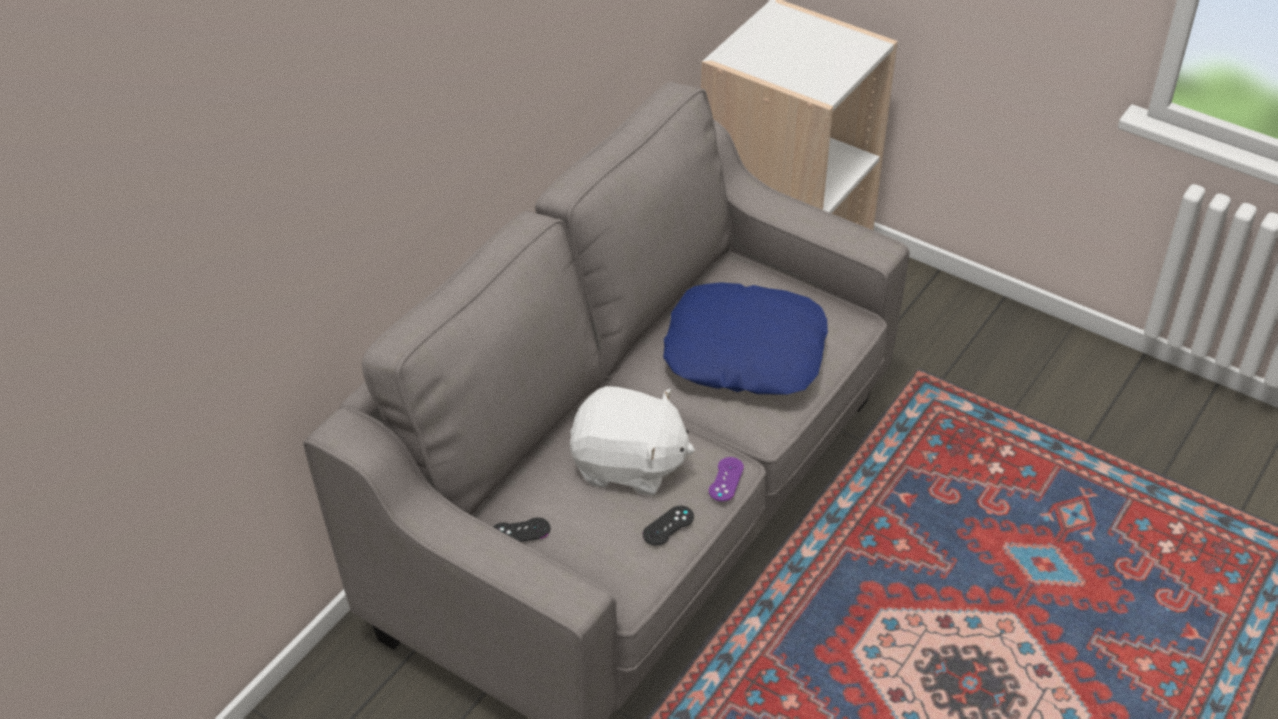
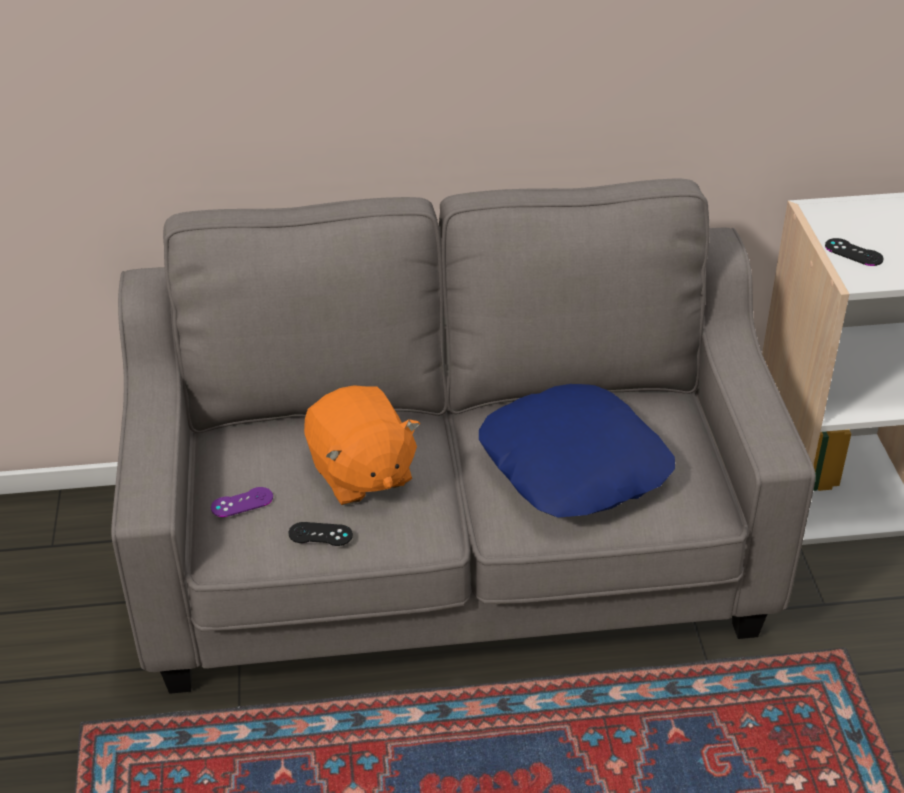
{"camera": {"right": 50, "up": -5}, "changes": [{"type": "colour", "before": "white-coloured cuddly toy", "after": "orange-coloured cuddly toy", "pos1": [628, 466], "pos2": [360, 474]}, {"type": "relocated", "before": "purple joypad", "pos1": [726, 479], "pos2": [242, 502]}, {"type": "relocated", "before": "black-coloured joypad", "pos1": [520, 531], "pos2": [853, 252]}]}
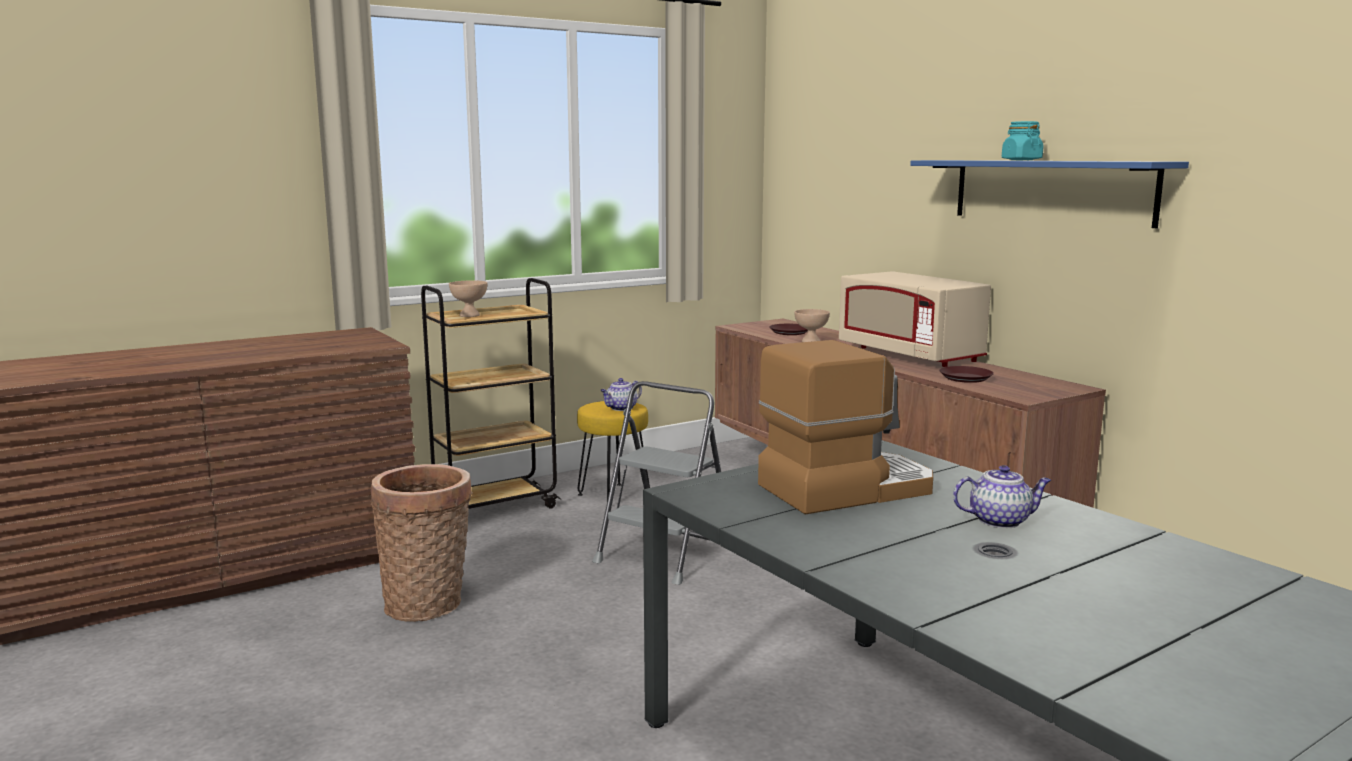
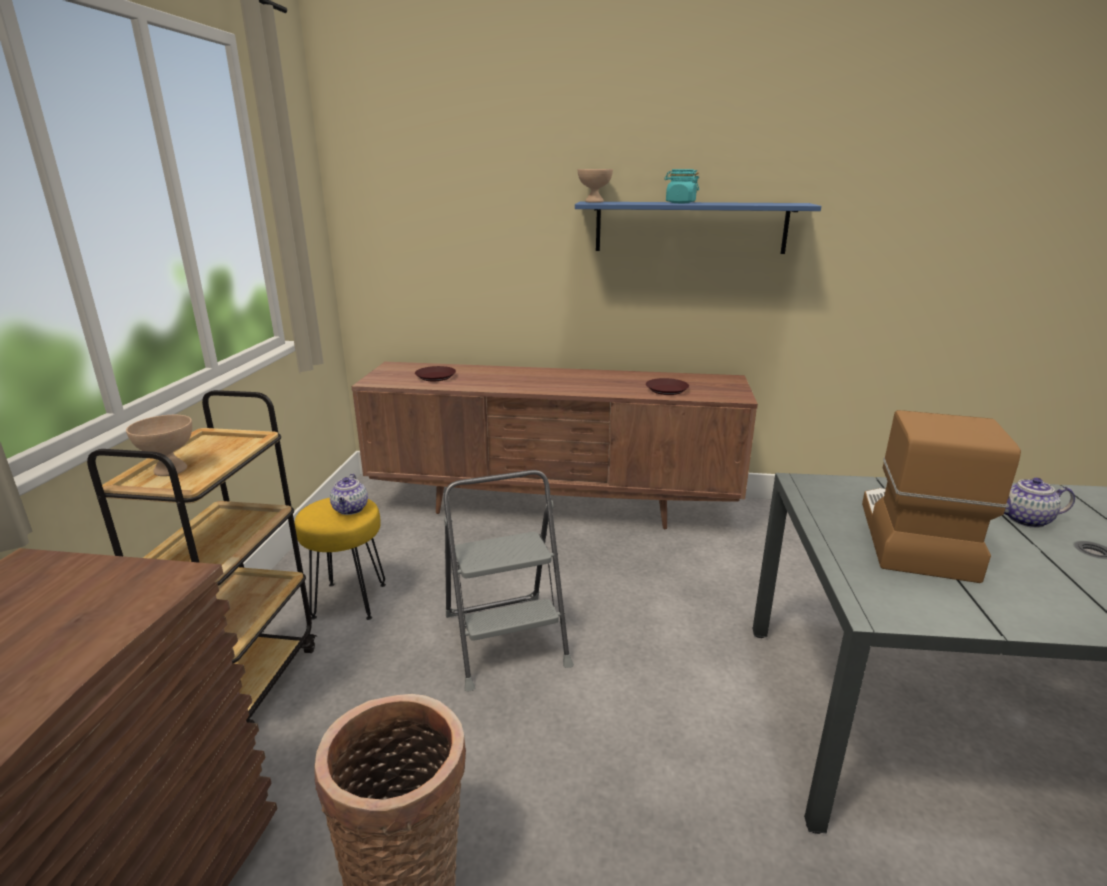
{"camera": {"right": -50, "up": 10}, "changes": [{"type": "missing", "before": "beige-coloured microwave oven", "pos1": [910, 354]}, {"type": "relocated", "before": "beige-coloured deep dish", "pos1": [811, 342], "pos2": [594, 202]}, {"type": "spun", "before": "pot for tea", "pos1": [1000, 521], "pos2": [1024, 520], "turn": -120}]}
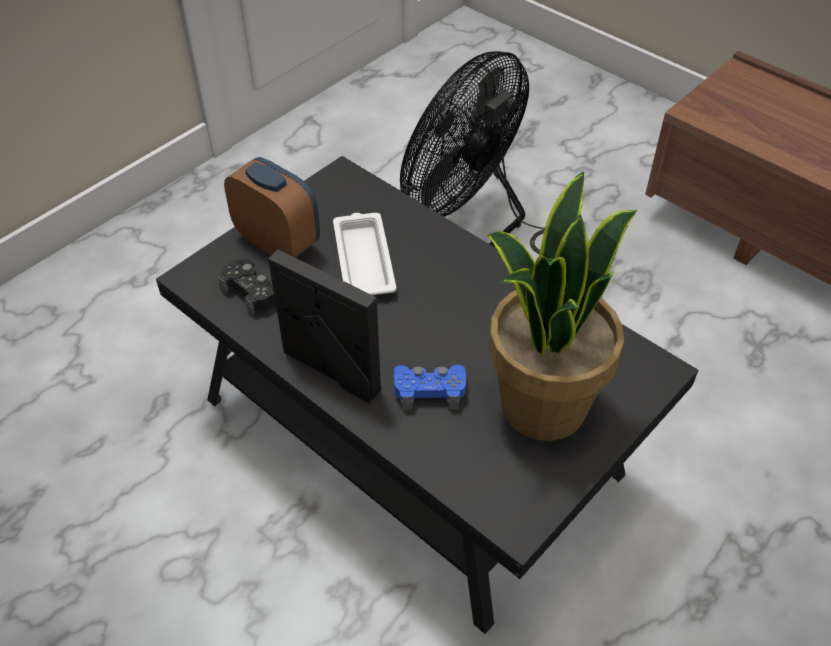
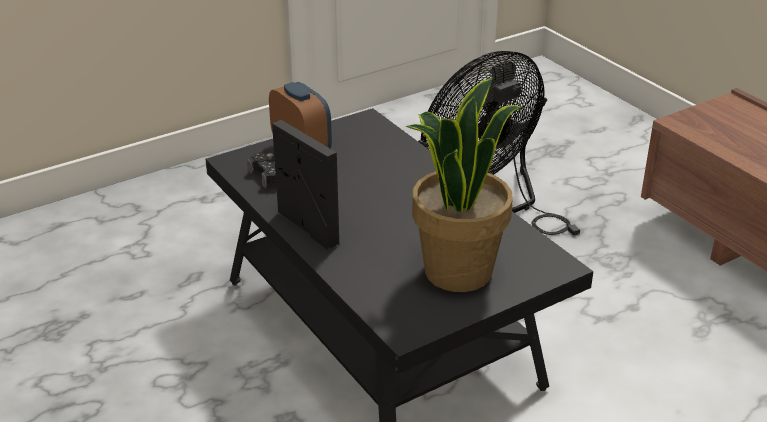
{"camera": {"right": 15, "up": -15}, "changes": [{"type": "missing", "before": "white-coloured carrying tray", "pos1": [363, 259]}, {"type": "missing", "before": "blue joypad", "pos1": [429, 390]}]}
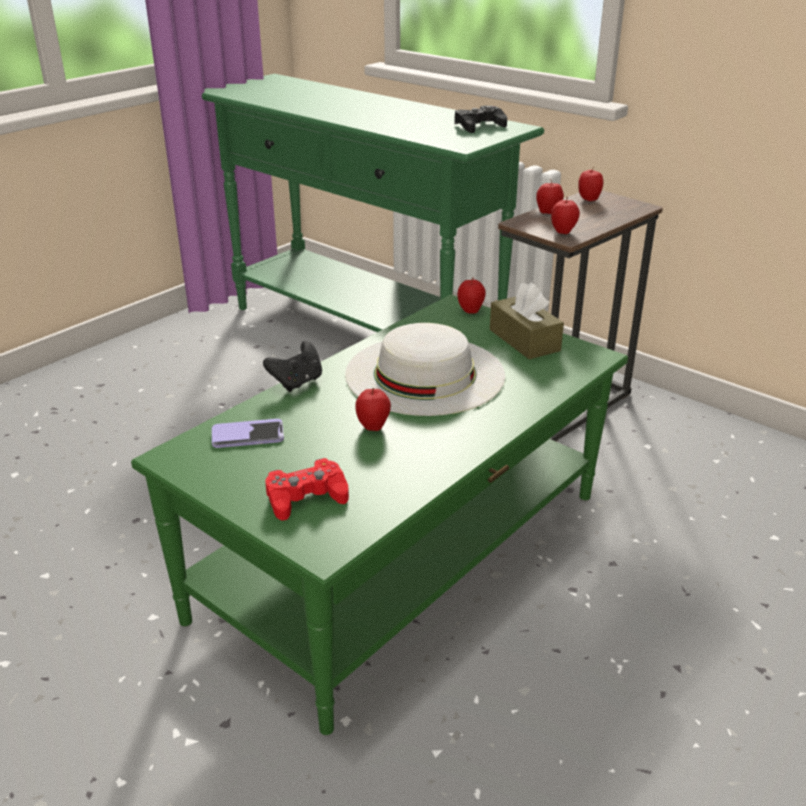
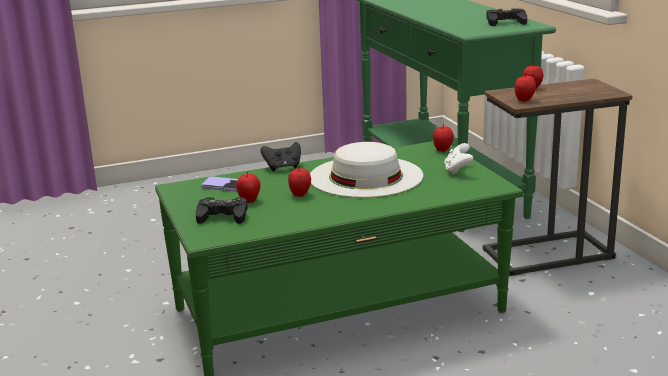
{"camera": {"right": 30, "up": -10}, "changes": [{"type": "relocated", "before": "whole apple", "pos1": [588, 199], "pos2": [249, 200]}, {"type": "exchanged", "before": "brown tissue box", "after": "white-coloured joypad", "pos1": [524, 340], "pos2": [457, 170]}, {"type": "colour", "before": "reddish joypad", "after": "black-coloured joypad", "pos1": [306, 497], "pos2": [223, 217]}]}
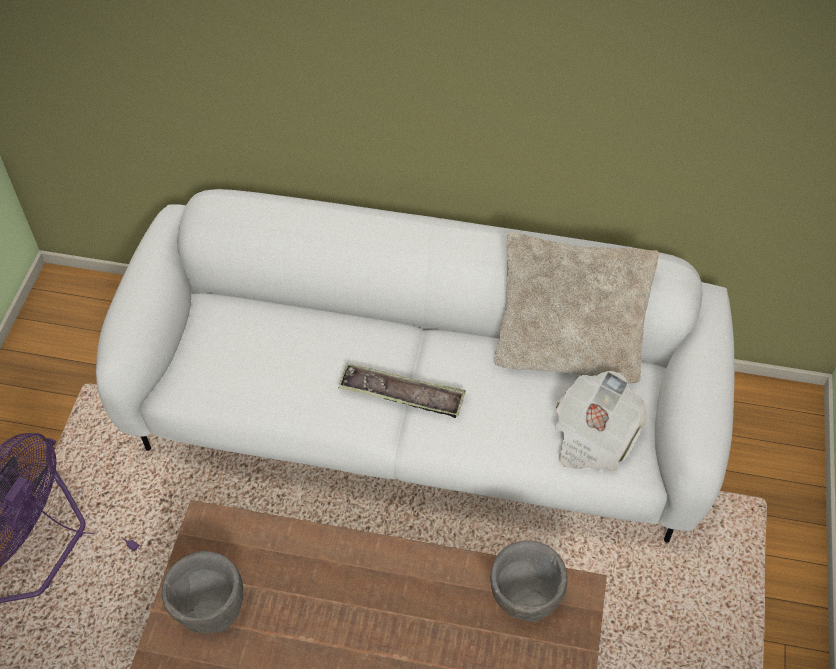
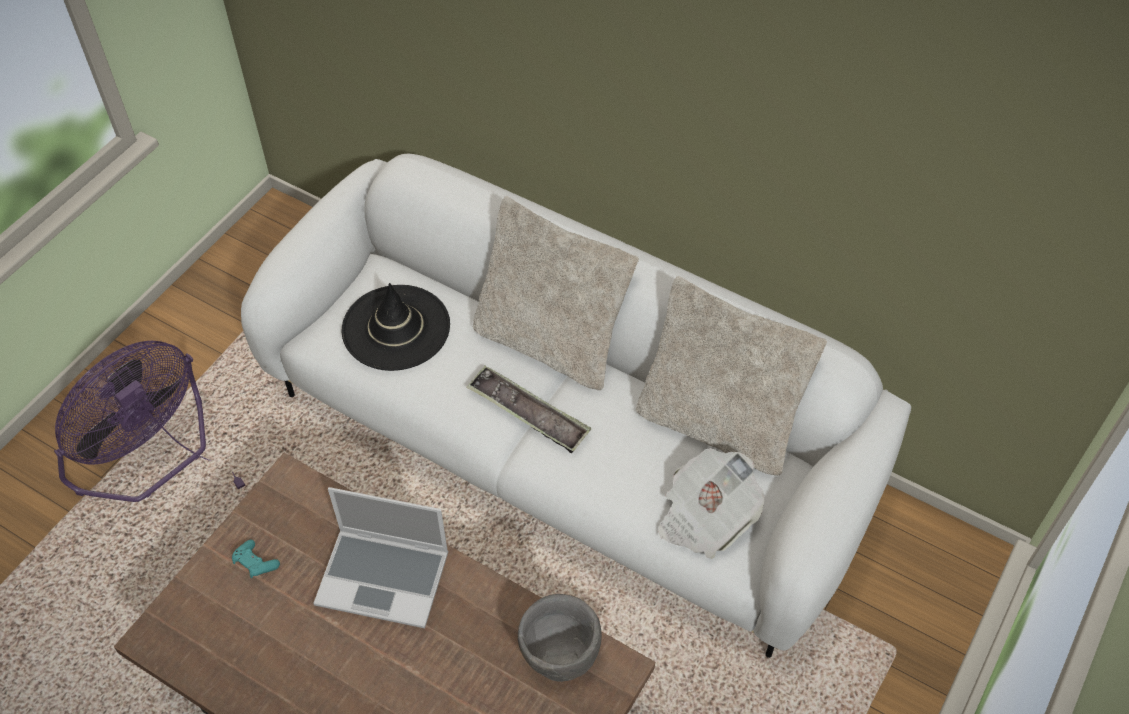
{"camera": {"right": 20, "up": 0}, "changes": [{"type": "exchanged", "before": "greyish deep dish", "after": "turquoise-coloured joypad", "pos1": [210, 611], "pos2": [255, 564]}, {"type": "appeared", "after": "beige-coloured pillow", "pos2": [551, 338]}, {"type": "appeared", "after": "black-coloured wearable hat", "pos2": [396, 328]}, {"type": "appeared", "after": "laptop", "pos2": [385, 577]}]}
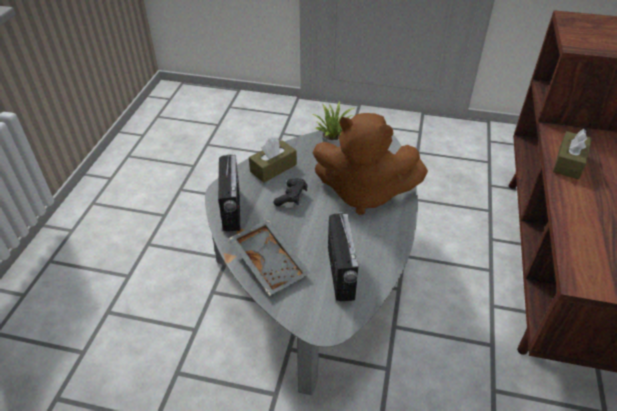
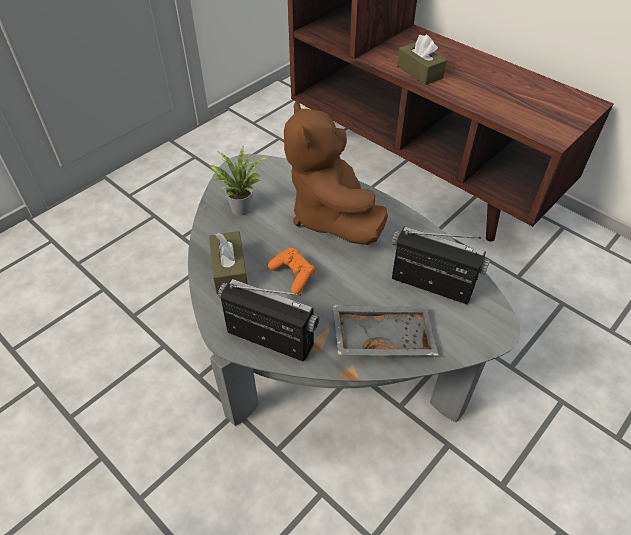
{"camera": {"right": -60, "up": 5}, "changes": [{"type": "spun", "before": "brown cuddly toy", "pos1": [363, 193], "pos2": [331, 216], "turn": 120}, {"type": "colour", "before": "black-coloured joypad", "after": "orange-coloured joypad", "pos1": [291, 197], "pos2": [293, 275]}]}
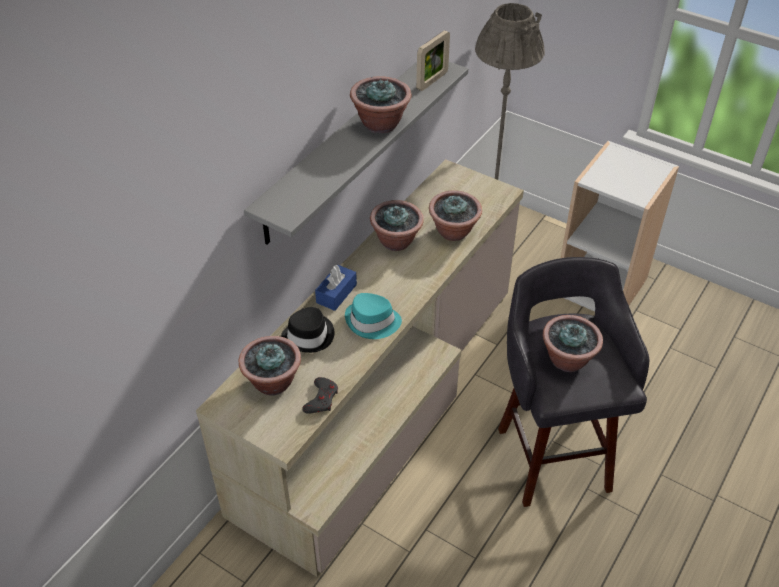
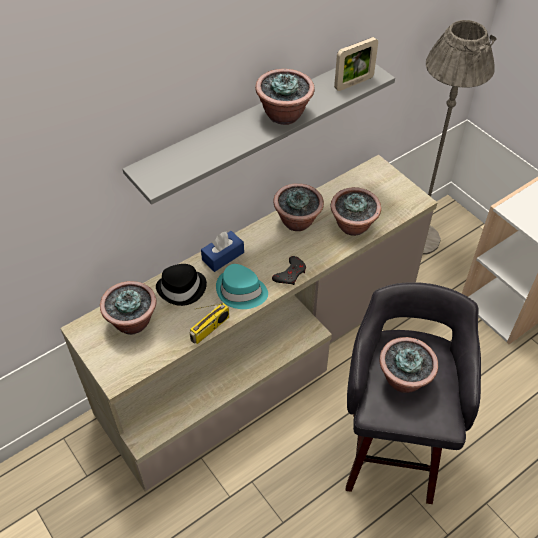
{"camera": {"right": 20, "up": 5}, "changes": [{"type": "relocated", "before": "greyish joypad", "pos1": [321, 399], "pos2": [290, 274]}, {"type": "appeared", "after": "radio", "pos2": [210, 329]}]}
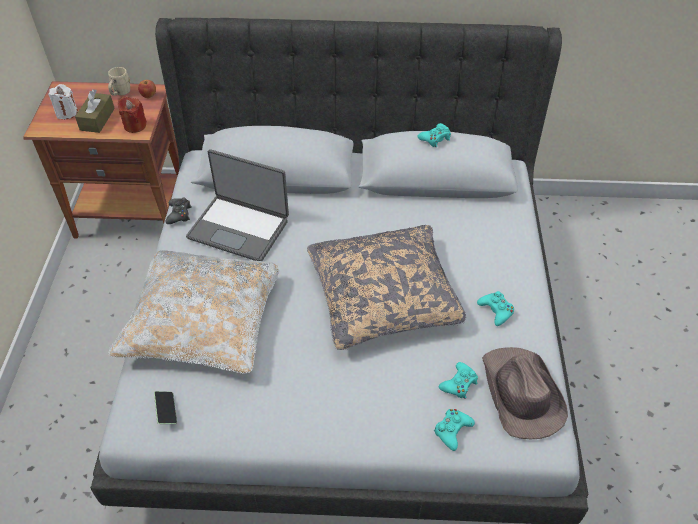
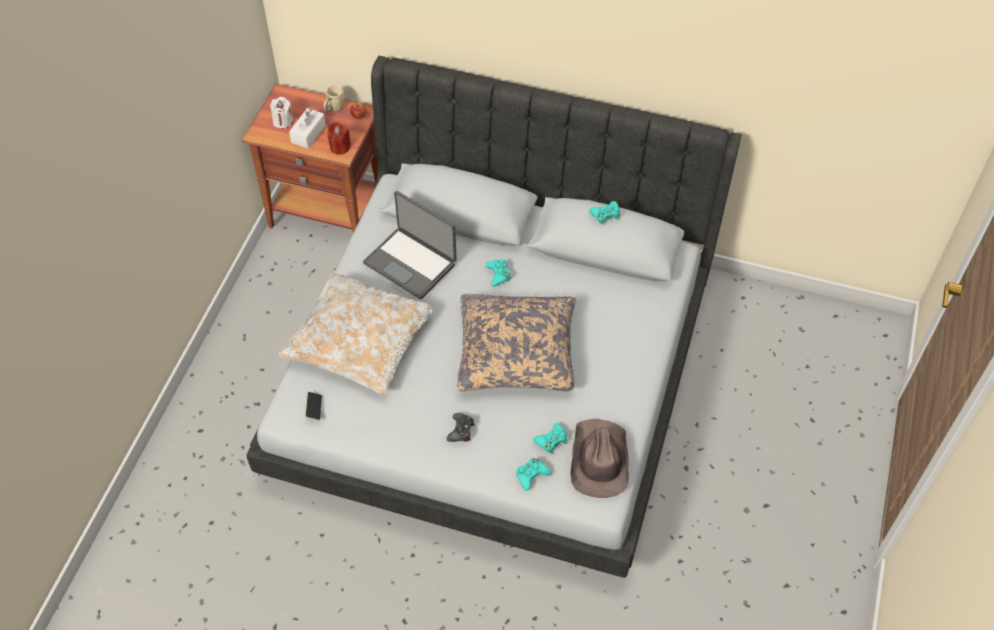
{"camera": {"right": 15, "up": 5}, "changes": [{"type": "colour", "before": "brown tissue box", "after": "white-coloured tissue box", "pos1": [97, 119], "pos2": [308, 134]}, {"type": "relocated", "before": "black-coloured joypad", "pos1": [179, 214], "pos2": [461, 430]}, {"type": "relocated", "before": "turquoise-coloured joypad", "pos1": [496, 311], "pos2": [498, 275]}]}
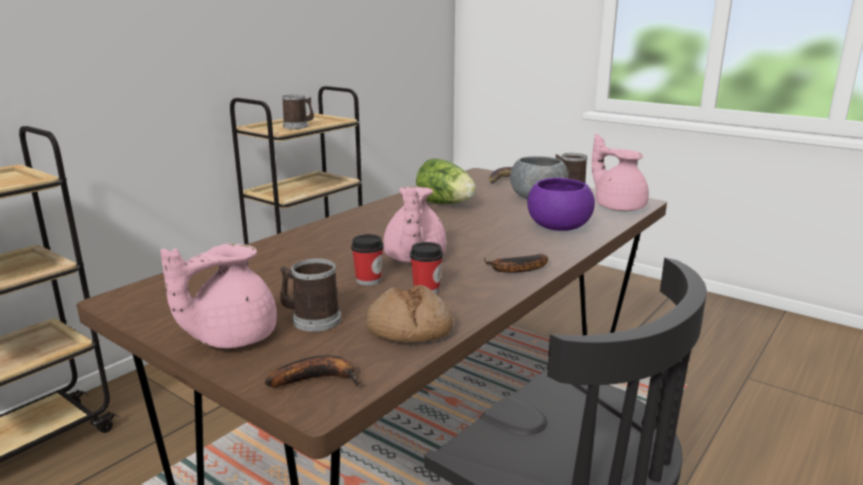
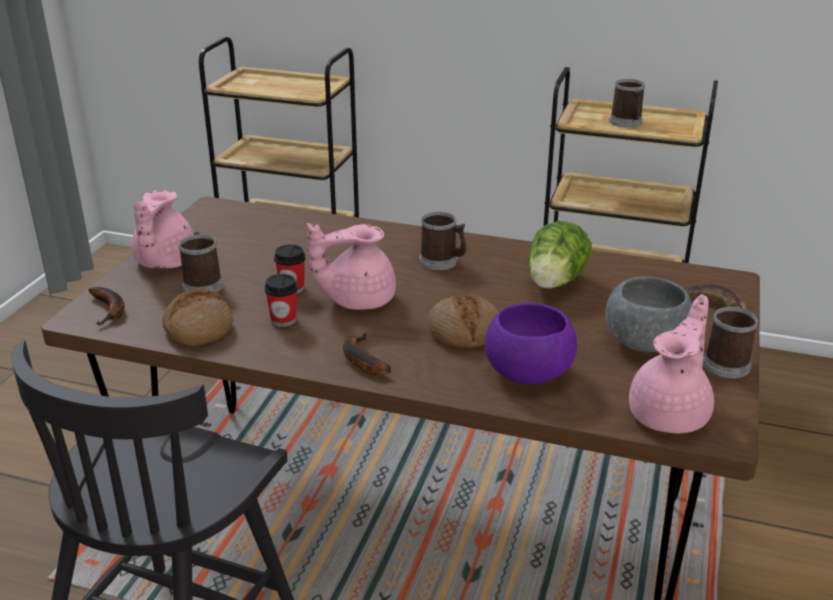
{"camera": {"right": 70, "up": 10}, "changes": [{"type": "spun", "before": "pinkish pot for tea", "pos1": [230, 337], "pos2": [164, 262], "turn": -105}, {"type": "appeared", "after": "tea mug", "pos2": [442, 262]}, {"type": "appeared", "after": "baked bread", "pos2": [465, 332]}]}
